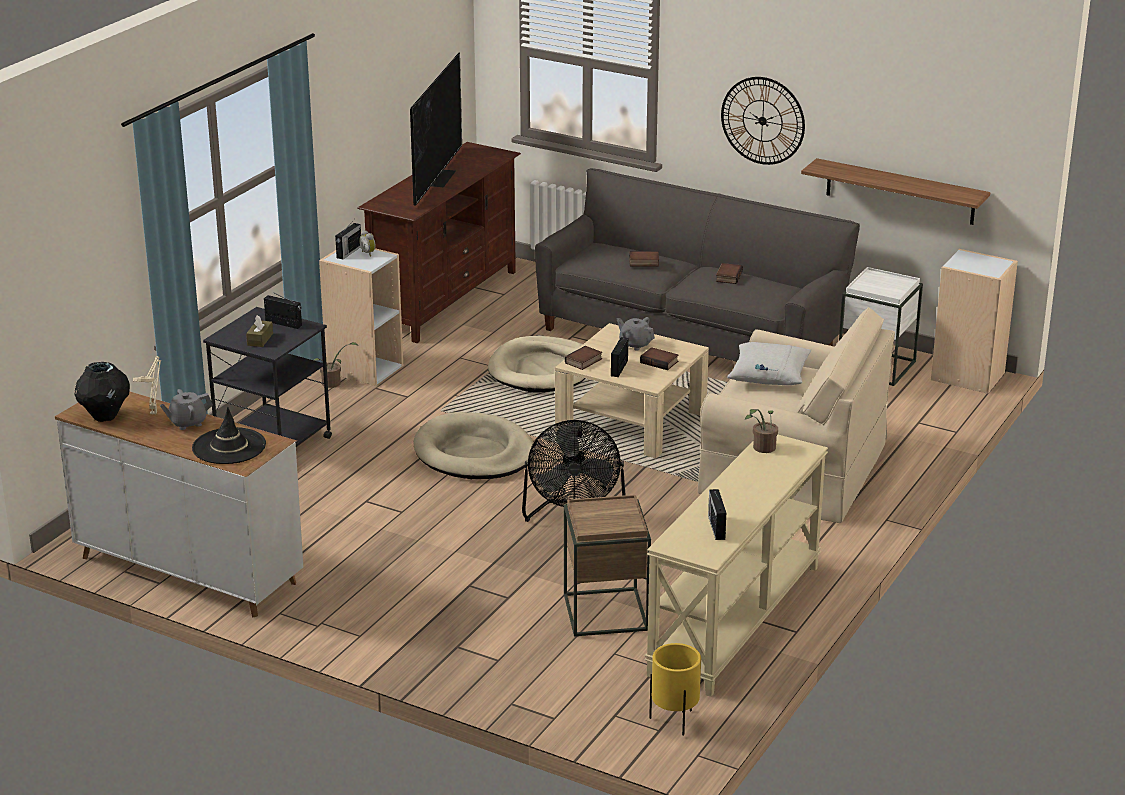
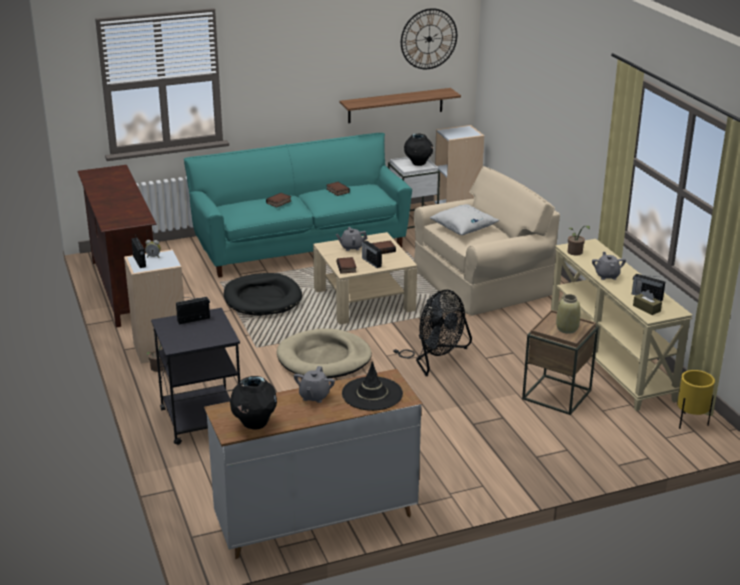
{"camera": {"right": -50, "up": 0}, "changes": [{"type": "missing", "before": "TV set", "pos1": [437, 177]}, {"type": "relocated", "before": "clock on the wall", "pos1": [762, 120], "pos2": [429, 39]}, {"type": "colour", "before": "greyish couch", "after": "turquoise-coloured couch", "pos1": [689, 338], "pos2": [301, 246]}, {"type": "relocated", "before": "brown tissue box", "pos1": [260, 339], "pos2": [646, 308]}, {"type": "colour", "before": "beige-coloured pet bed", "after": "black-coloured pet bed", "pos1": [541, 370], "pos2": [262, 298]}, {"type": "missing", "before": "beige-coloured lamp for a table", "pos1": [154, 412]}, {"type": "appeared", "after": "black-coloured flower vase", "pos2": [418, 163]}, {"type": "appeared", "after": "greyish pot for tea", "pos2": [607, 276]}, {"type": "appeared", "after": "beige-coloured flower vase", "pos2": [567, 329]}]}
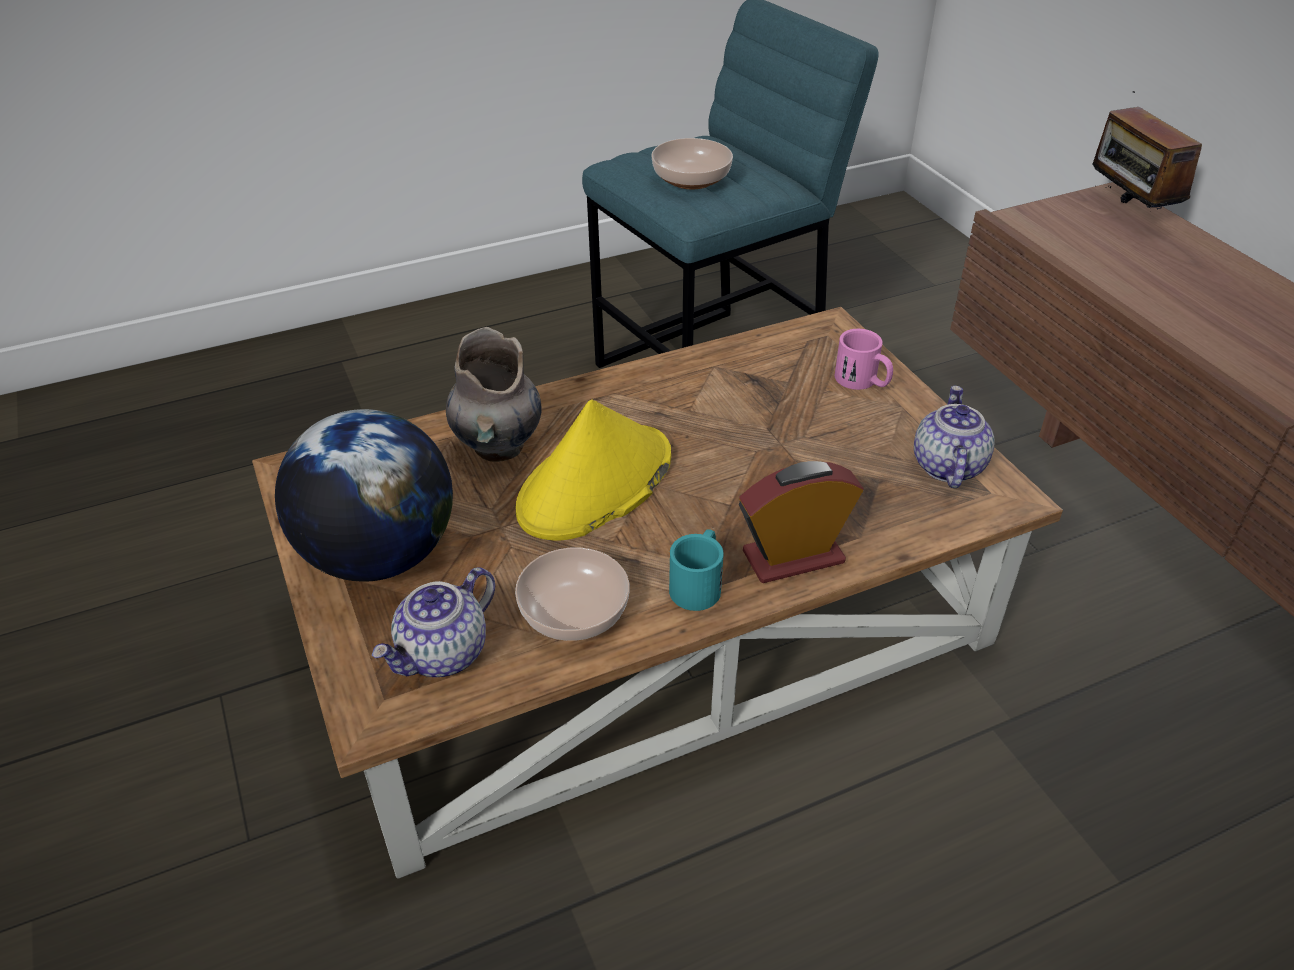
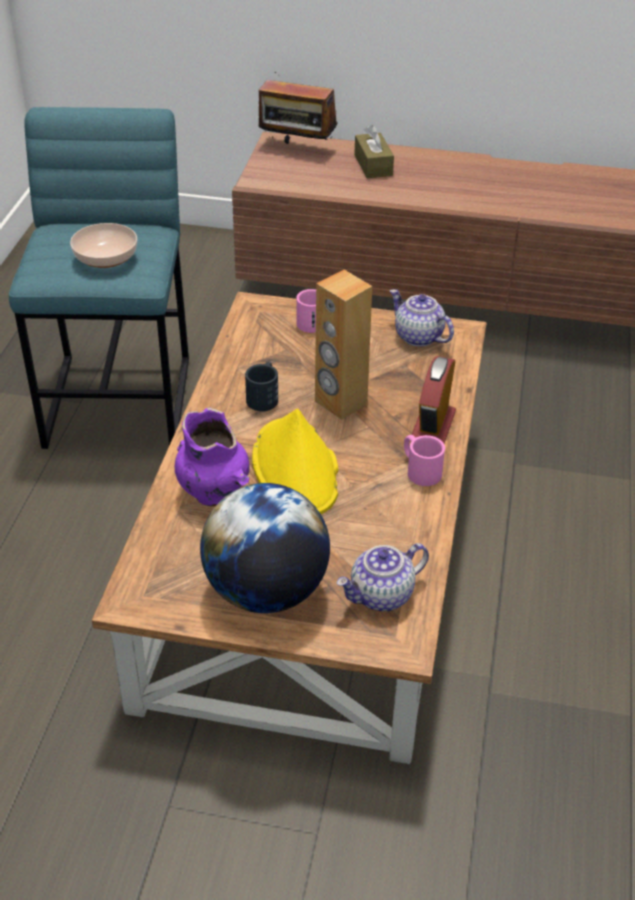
{"camera": {"right": -55, "up": 0}, "changes": [{"type": "colour", "before": "greyish flower vase", "after": "purple flower vase", "pos1": [498, 448], "pos2": [215, 494]}, {"type": "colour", "before": "turquoise-coloured tea mug", "after": "pinkish tea mug", "pos1": [698, 583], "pos2": [419, 470]}, {"type": "missing", "before": "deep dish", "pos1": [575, 612]}, {"type": "spun", "before": "pot for tea", "pos1": [443, 654], "pos2": [381, 596], "turn": 75}, {"type": "appeared", "after": "brown tissue box", "pos2": [373, 165]}, {"type": "appeared", "after": "brown loudspeaker", "pos2": [340, 403]}, {"type": "appeared", "after": "black-coloured tea mug", "pos2": [264, 396]}]}
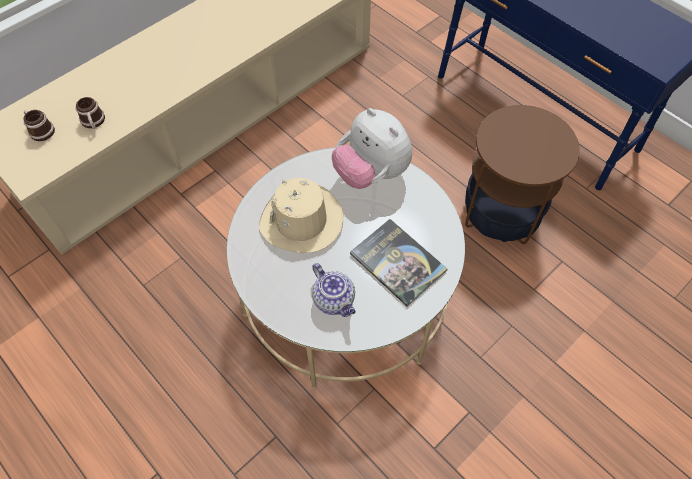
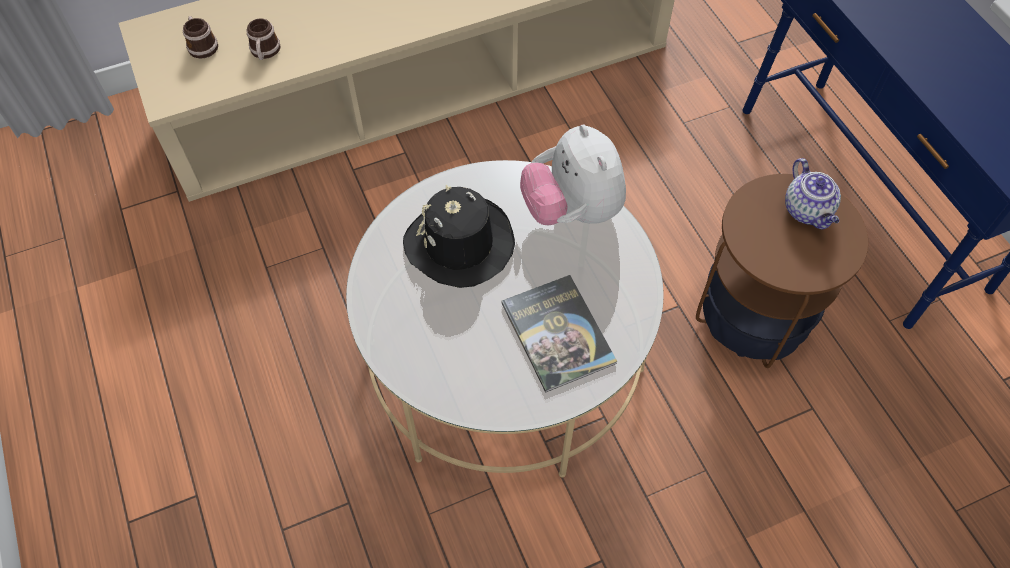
{"camera": {"right": 20, "up": 0}, "changes": [{"type": "colour", "before": "beige-coloured wearable hat", "after": "black-coloured wearable hat", "pos1": [301, 221], "pos2": [459, 244]}, {"type": "relocated", "before": "pot for tea", "pos1": [335, 300], "pos2": [808, 211]}]}
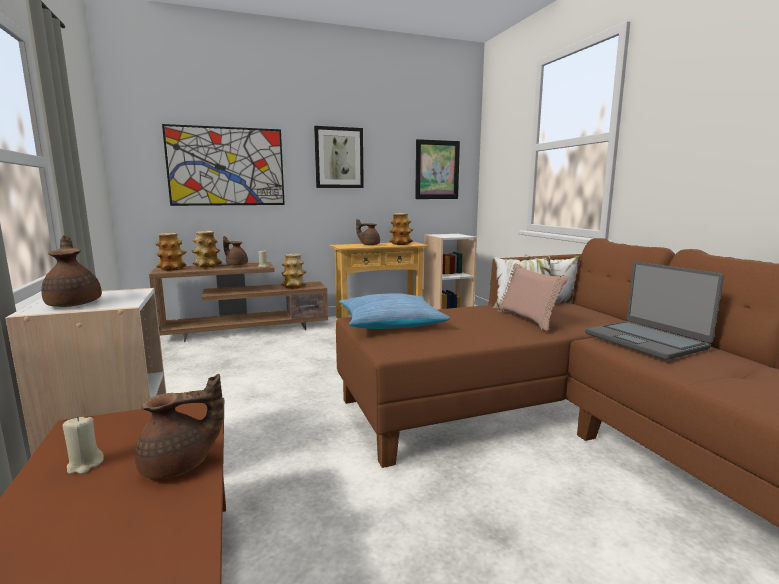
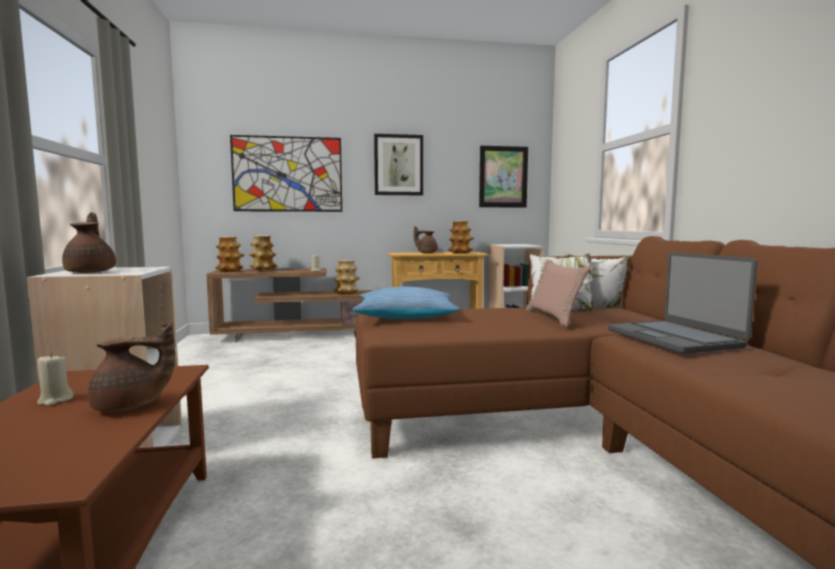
{"camera": {"right": 10, "up": -5}, "changes": [{"type": "missing", "before": "brown pot for tea", "pos1": [236, 265]}]}
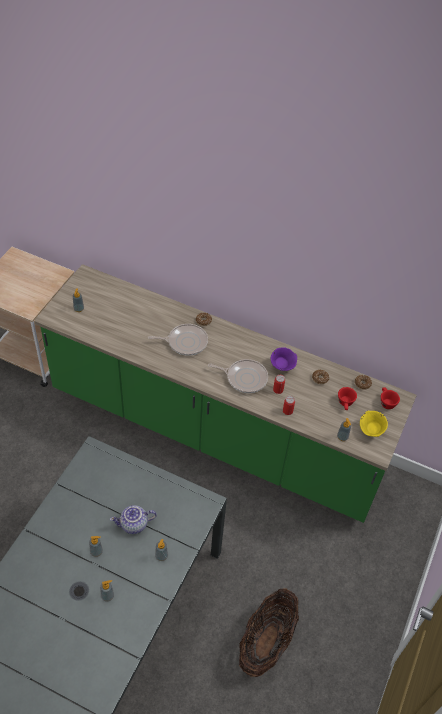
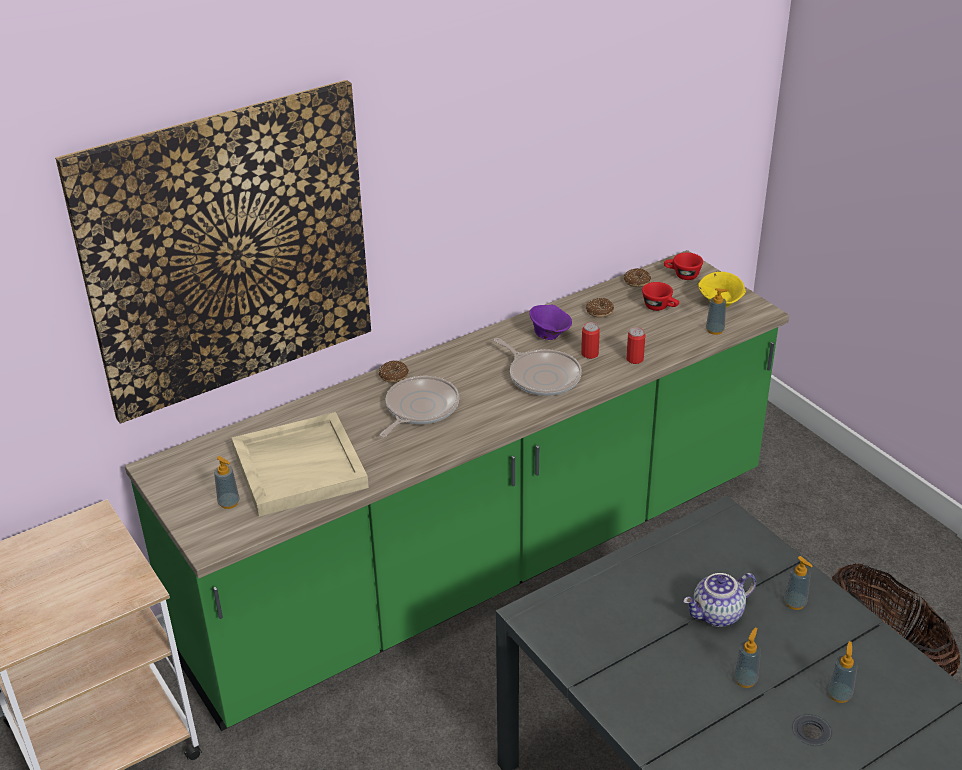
{"camera": {"right": -55, "up": -15}, "changes": [{"type": "spun", "before": "pan", "pos1": [244, 378], "pos2": [542, 376], "turn": 90}, {"type": "spun", "before": "pot for tea", "pos1": [133, 525], "pos2": [717, 615], "turn": 45}, {"type": "appeared", "after": "wall picture", "pos2": [228, 251]}, {"type": "appeared", "after": "beige-coloured carrying tray", "pos2": [300, 467]}]}
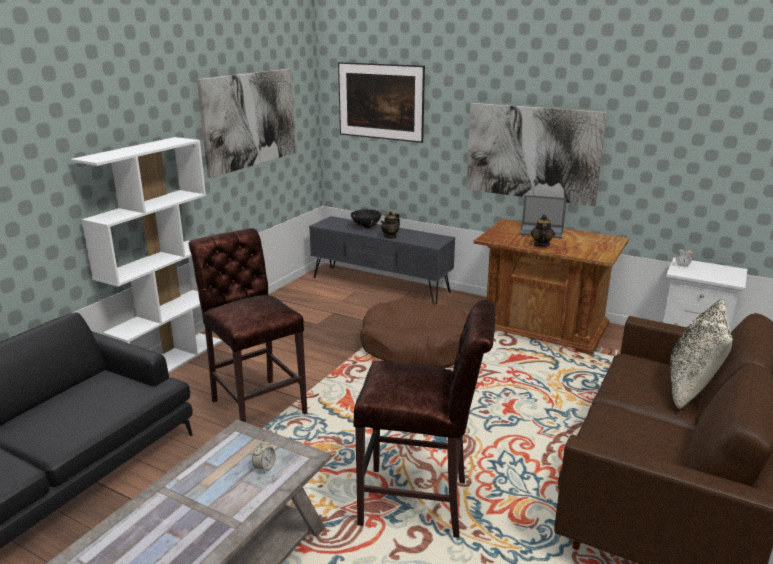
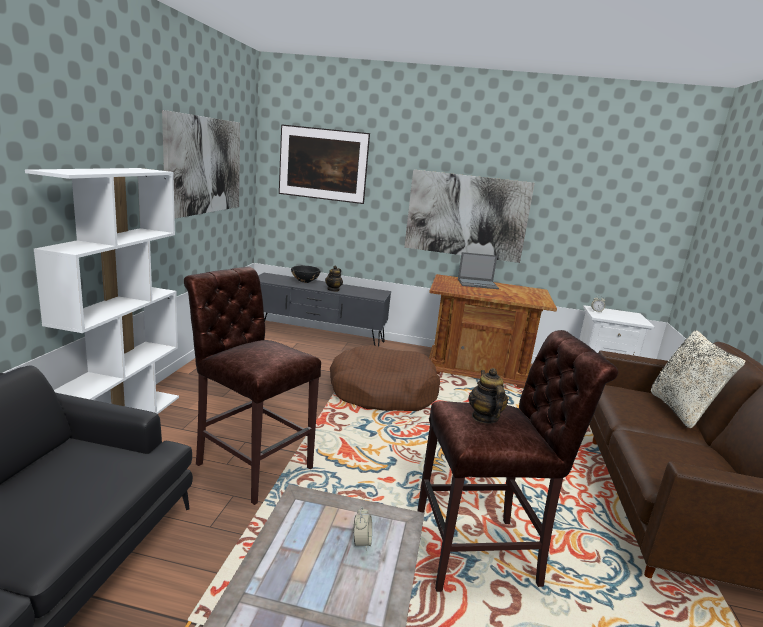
{"camera": {"right": -20, "up": -5}, "changes": [{"type": "relocated", "before": "pot for tea", "pos1": [541, 244], "pos2": [484, 417]}]}
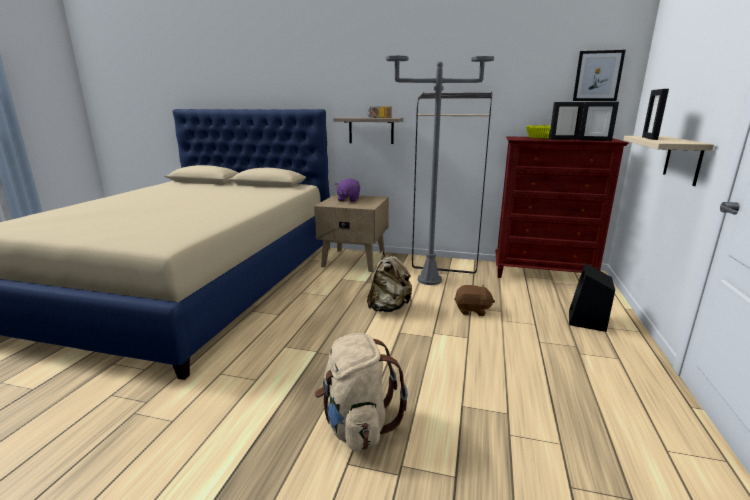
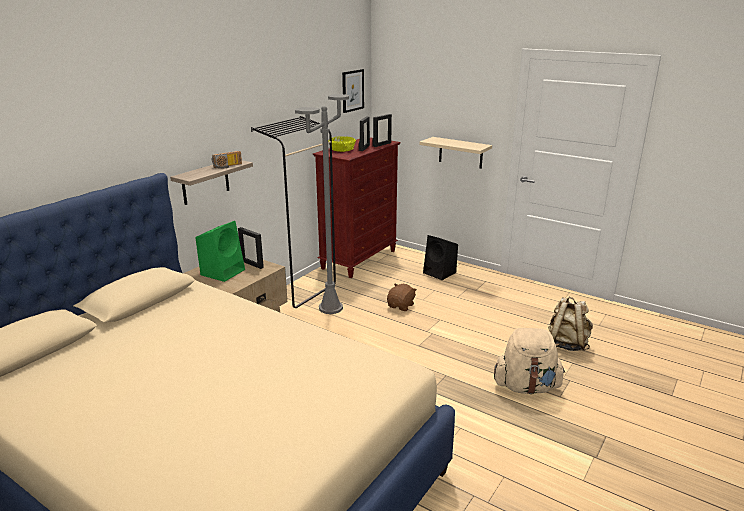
{"camera": {"right": -70, "up": 5}, "changes": [{"type": "relocated", "before": "picture frame", "pos1": [650, 138], "pos2": [252, 264]}, {"type": "exchanged", "before": "purple cuddly toy", "after": "green-coloured loudspeaker", "pos1": [348, 199], "pos2": [223, 272]}, {"type": "relocated", "before": "beige-coloured rucksack", "pos1": [388, 308], "pos2": [567, 344]}]}
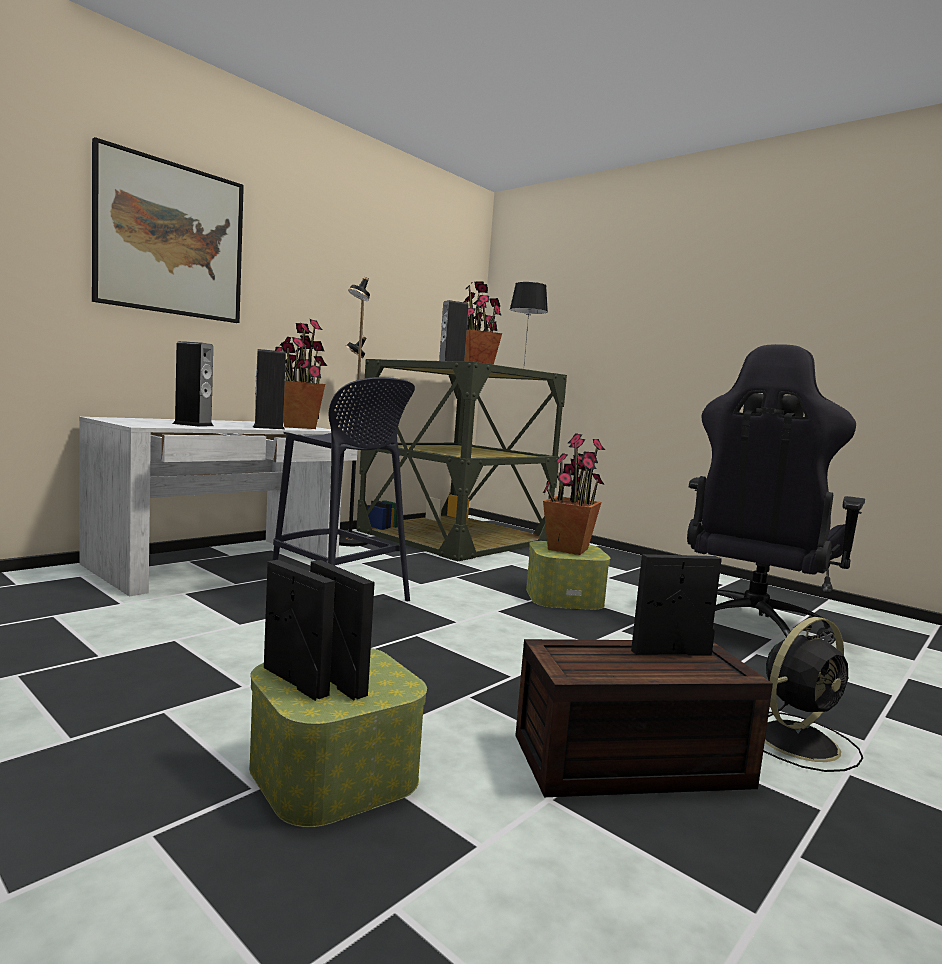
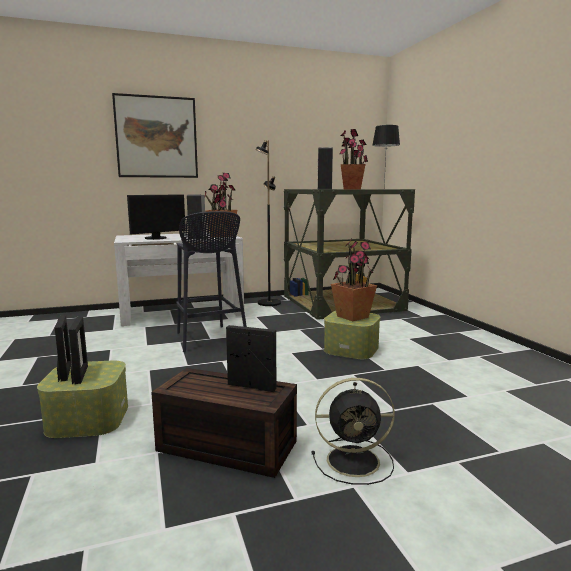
{"camera": {"right": 30, "up": 5}, "changes": [{"type": "exchanged", "before": "loudspeaker", "after": "monitor", "pos1": [193, 425], "pos2": [157, 238]}, {"type": "missing", "before": "black-coloured office chair", "pos1": [753, 629]}]}
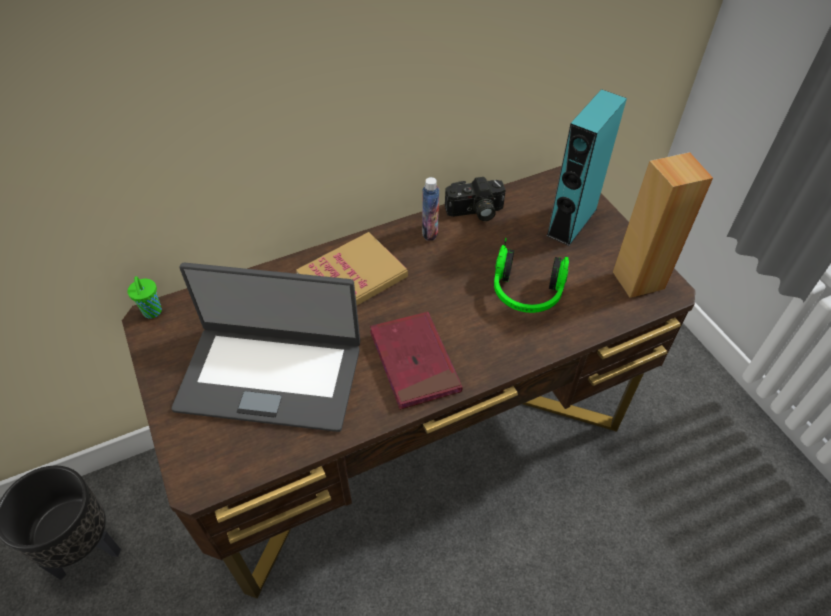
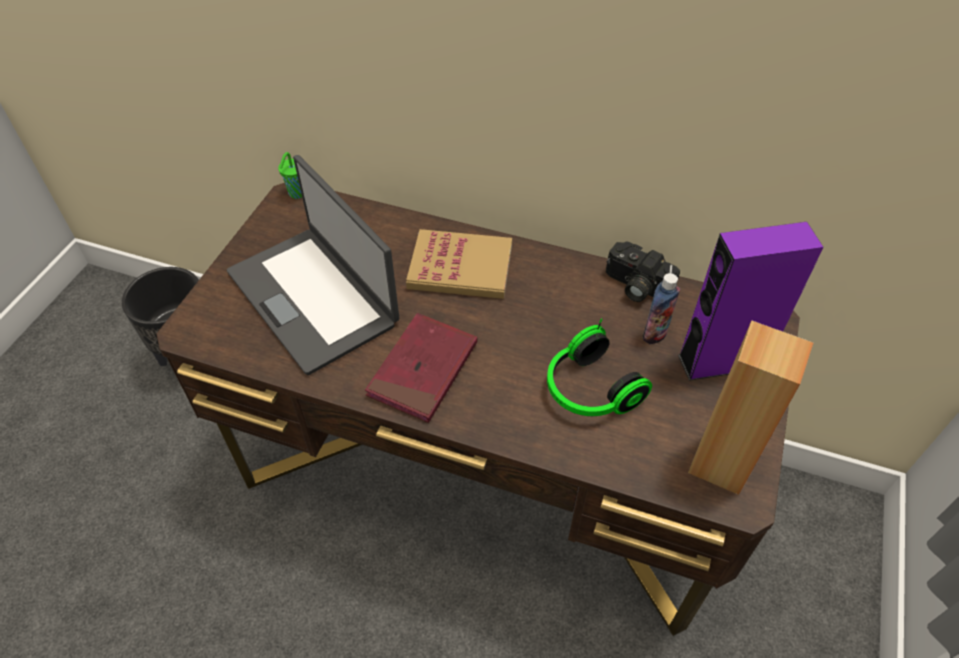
{"camera": {"right": 45, "up": 0}, "changes": [{"type": "colour", "before": "turquoise-coloured loudspeaker", "after": "purple loudspeaker", "pos1": [571, 222], "pos2": [722, 361]}, {"type": "relocated", "before": "beverage bottle", "pos1": [429, 232], "pos2": [655, 334]}]}
